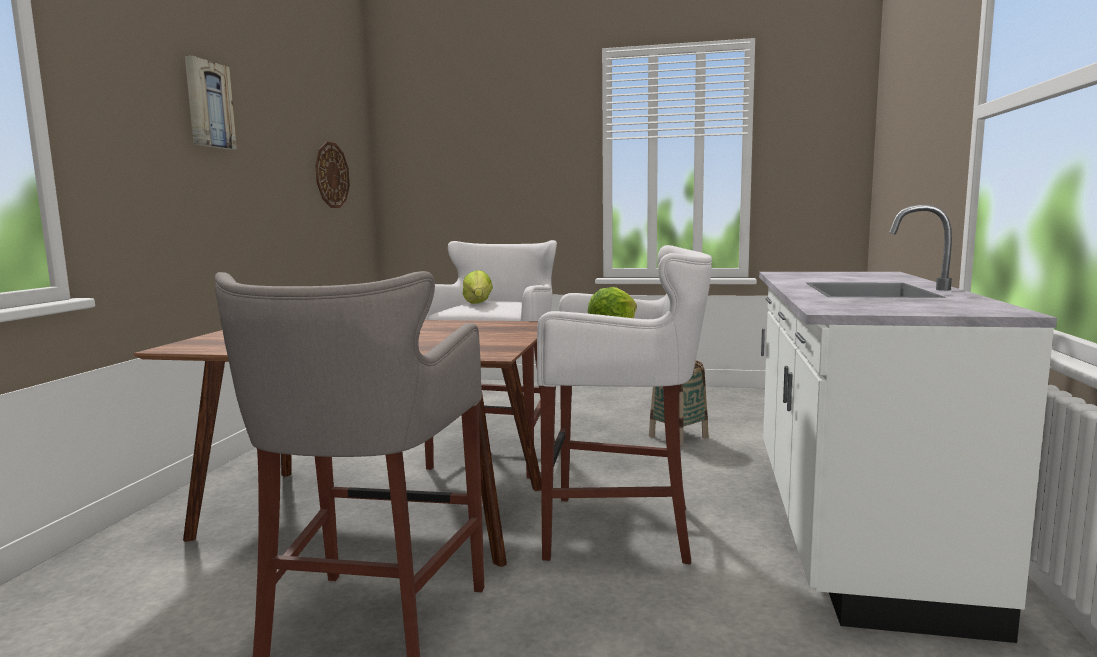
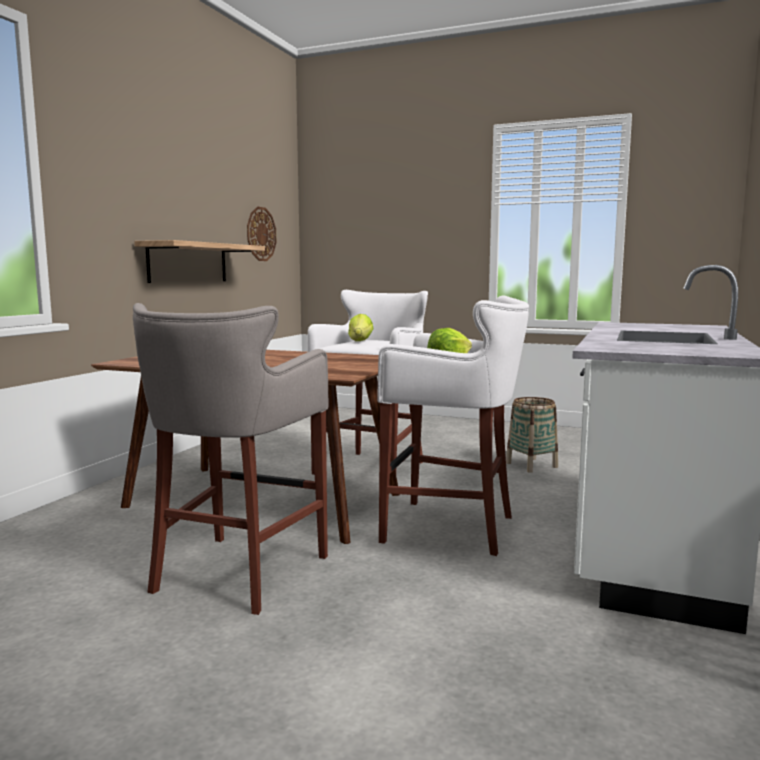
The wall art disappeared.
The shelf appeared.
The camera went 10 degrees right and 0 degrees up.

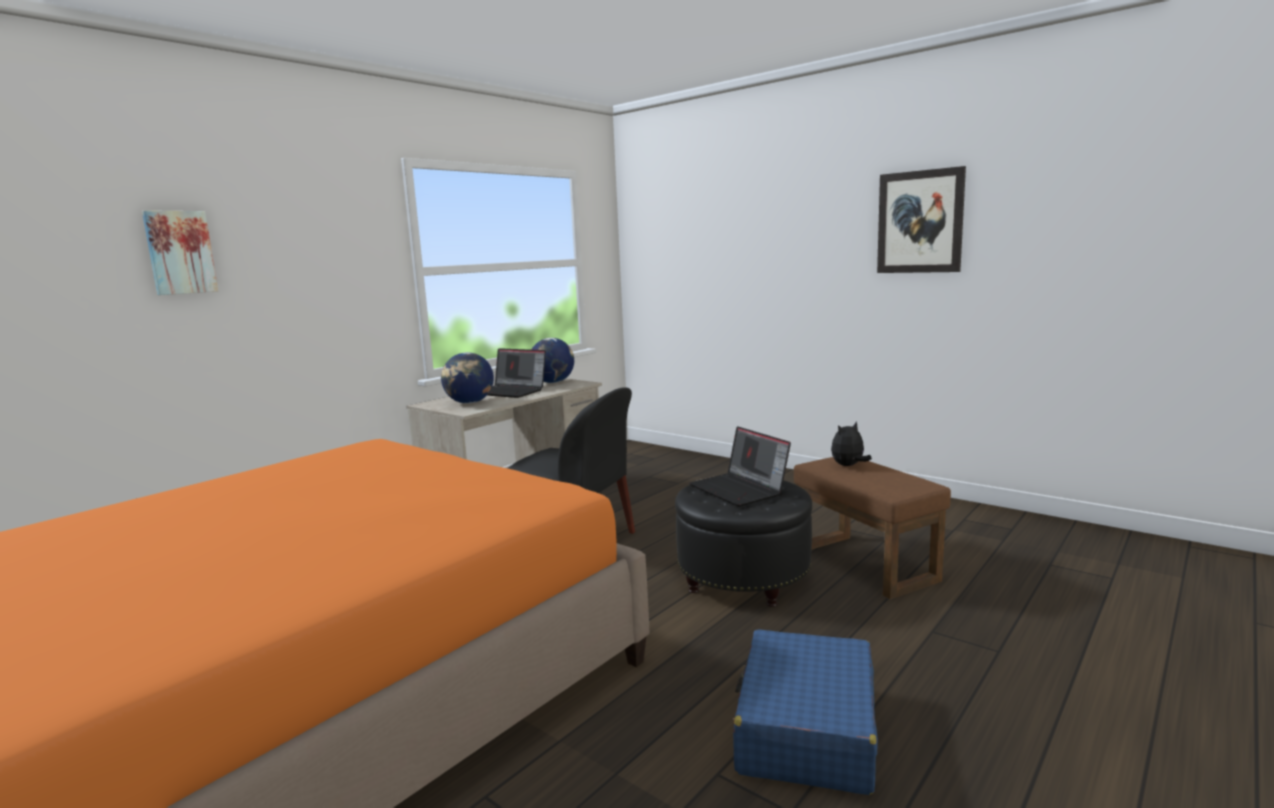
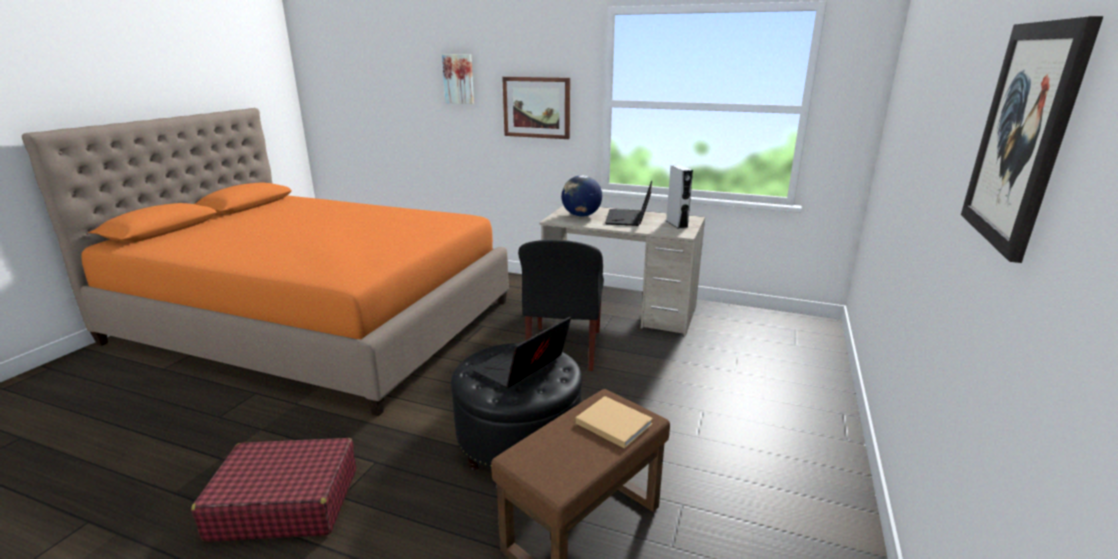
The world globe (no. 2 from left) was replaced by the greyish audio speaker.
The plush toy was replaced by the sand-coloured bound book.
The blue travel case became the red-coloured travel case.
The wall art (no. 2 from left) appeared.
The camera went 70 degrees right and 10 degrees up.

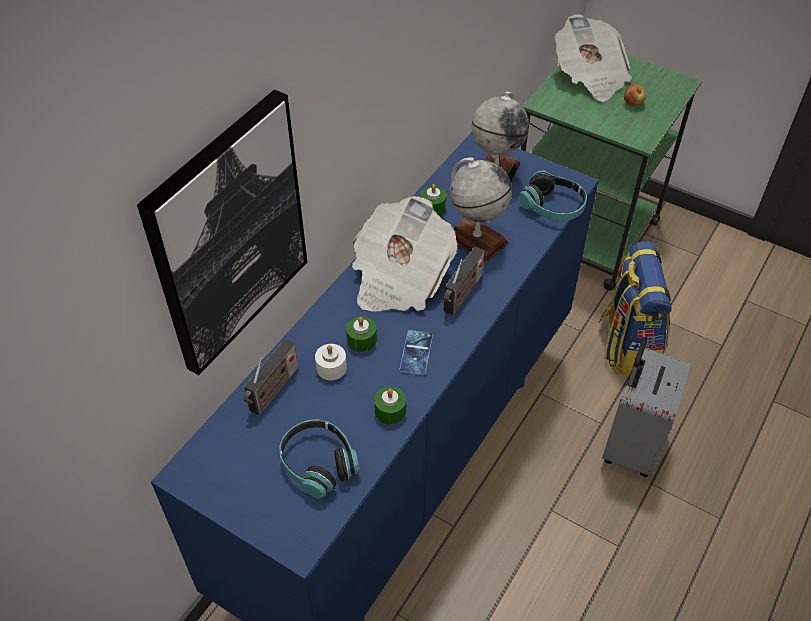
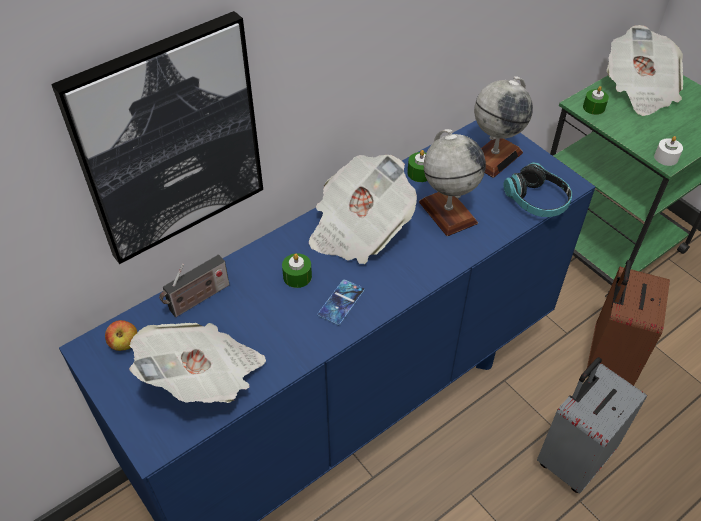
The whole apple moved.
The rucksack was replaced by the brownish travel case.
The radio (no. 2 from left) disappeared.
The whitish candle moved.
The green-coloured candle (no. 2 from left in the first image) moved.
The headphones (no. 1 from left) was replaced by the newspaper (no. 1 from left).
The camera went 20 degrees right and 0 degrees up.

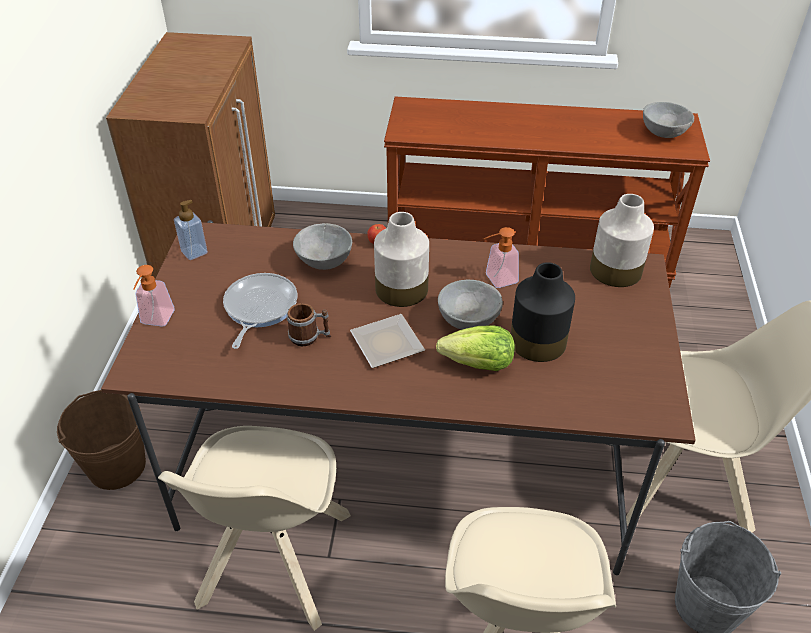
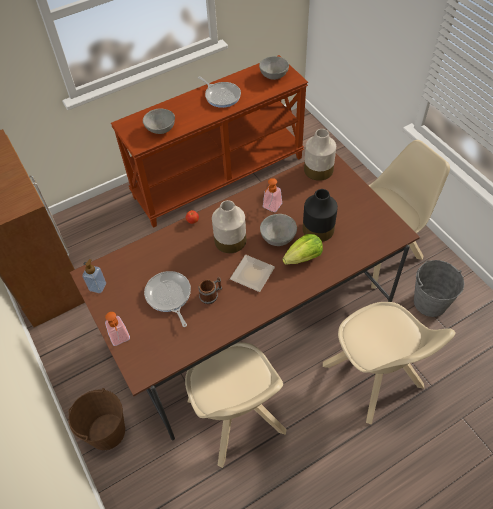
The greyish serving bowl (no. 1 from left) moved.
The pan (no. 2 from left) appeared.
The camera went 35 degrees left and 10 degrees up.

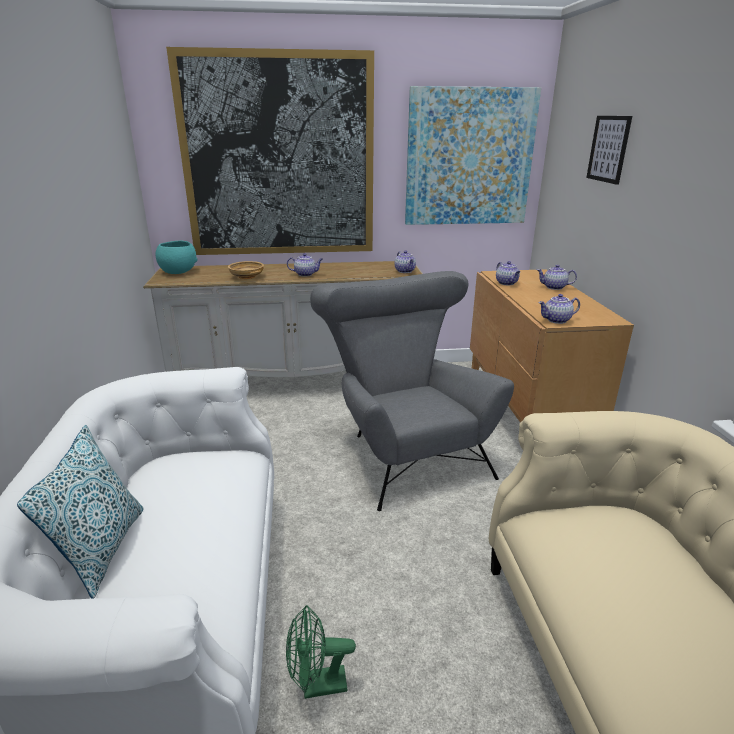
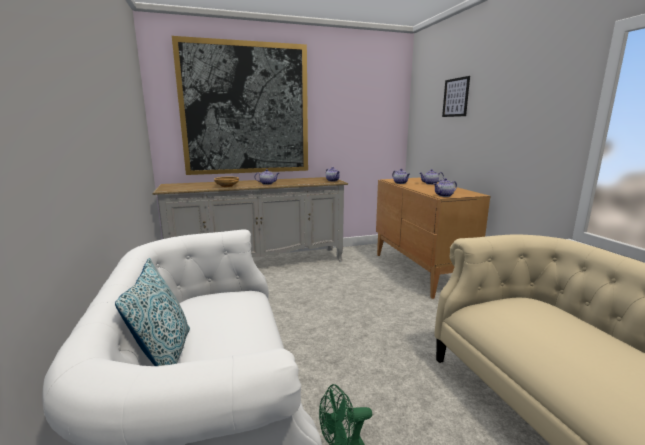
The wall art (no. 2 from left) disappeared.
The turquoise serving bowl disappeared.
The greyish armchair disappeared.
The camera went 10 degrees left and 10 degrees down.

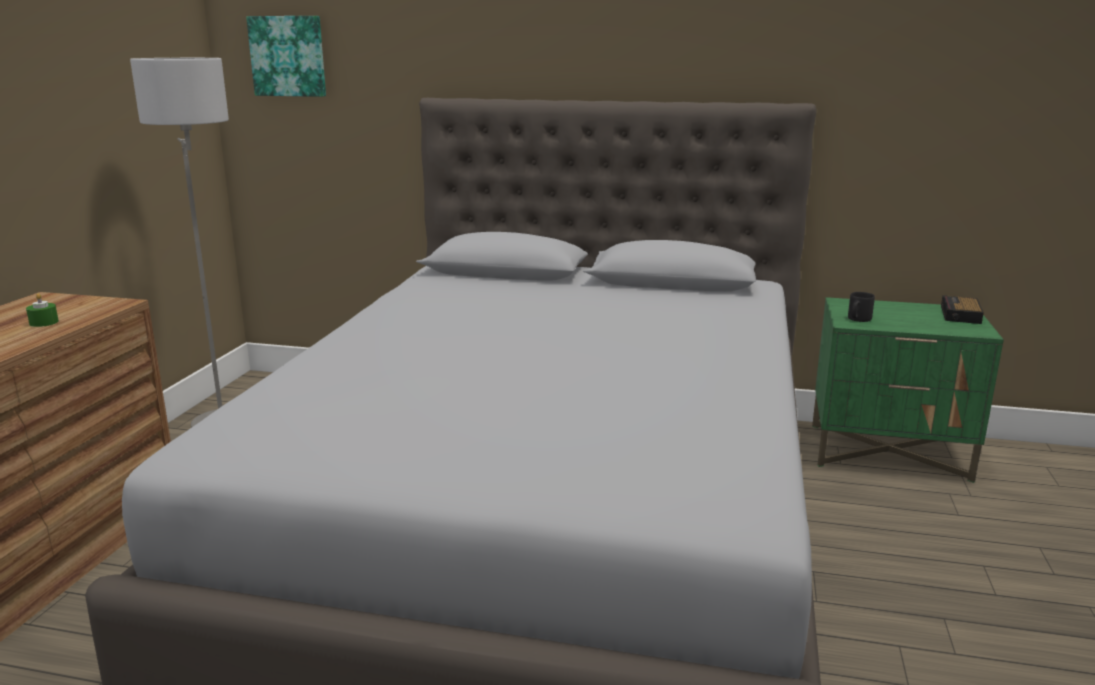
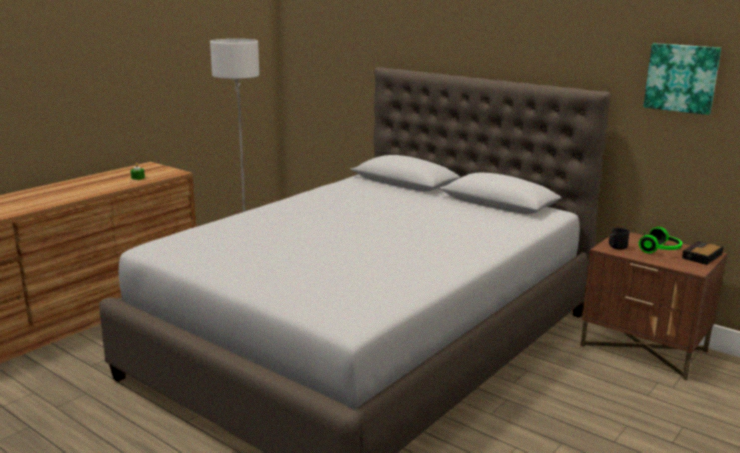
The wall art moved.
The green-coloured night table became the brownish night table.
The headphones appeared.
The camera went 25 degrees right and 0 degrees up.

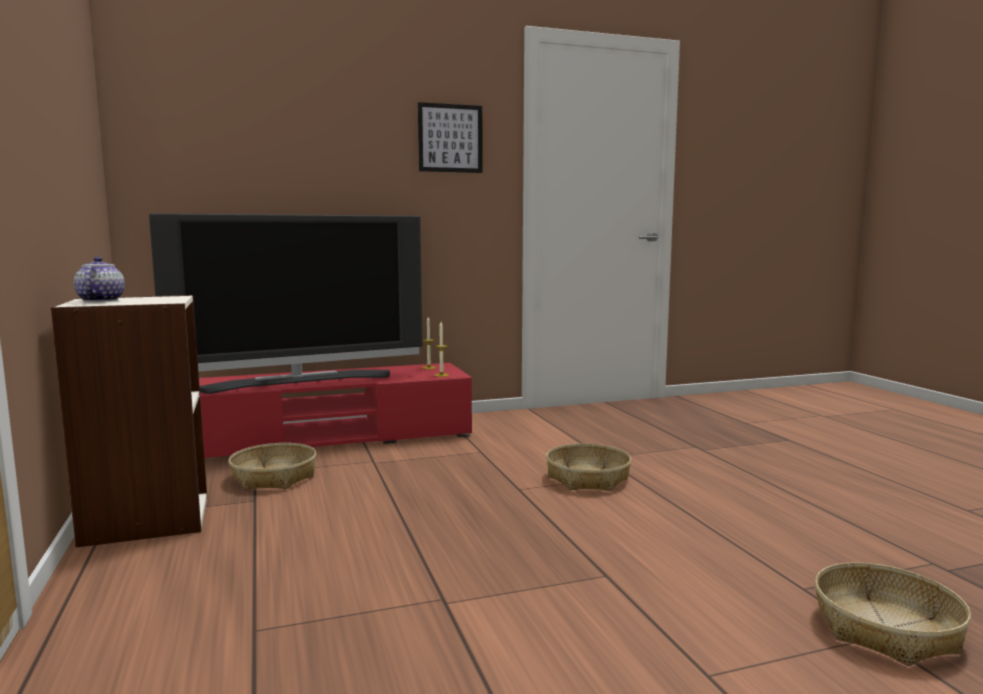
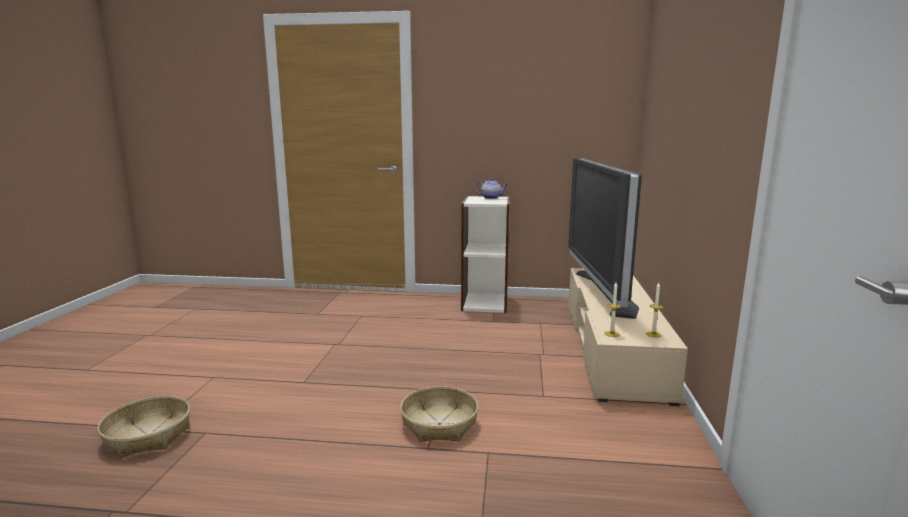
The wall art disappeared.
The red-coloured tv unit became the sand-coloured tv unit.
The storage basket (no. 1 from left) disappeared.
The camera went 115 degrees right and 5 degrees up.

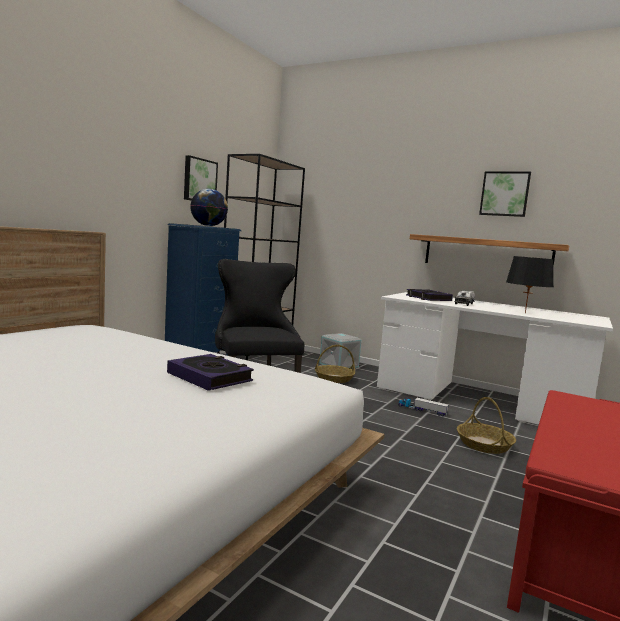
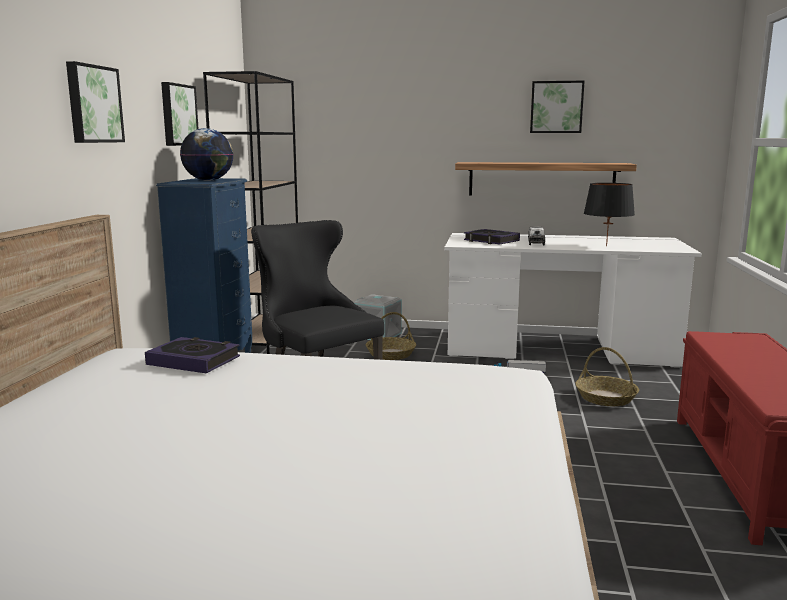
The bound book (no. 1 from left) moved.
The wall art (no. 1 from left) appeared.
The camera went 20 degrees left and 5 degrees up.

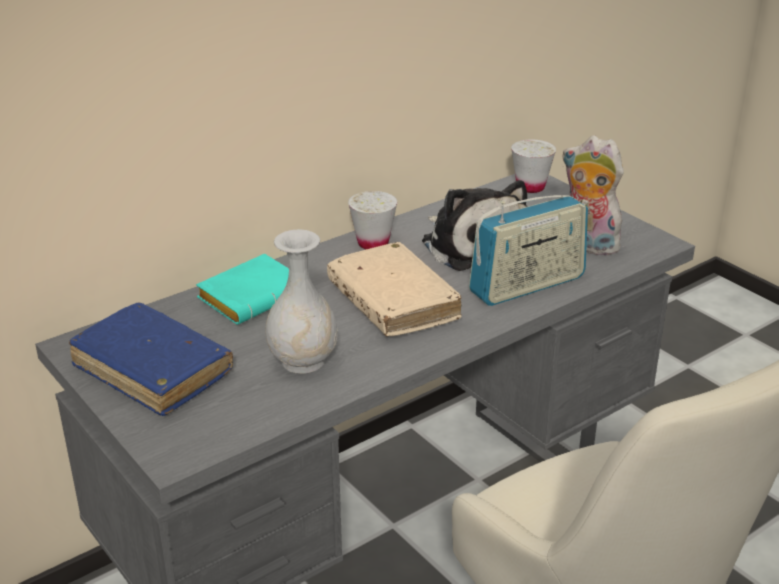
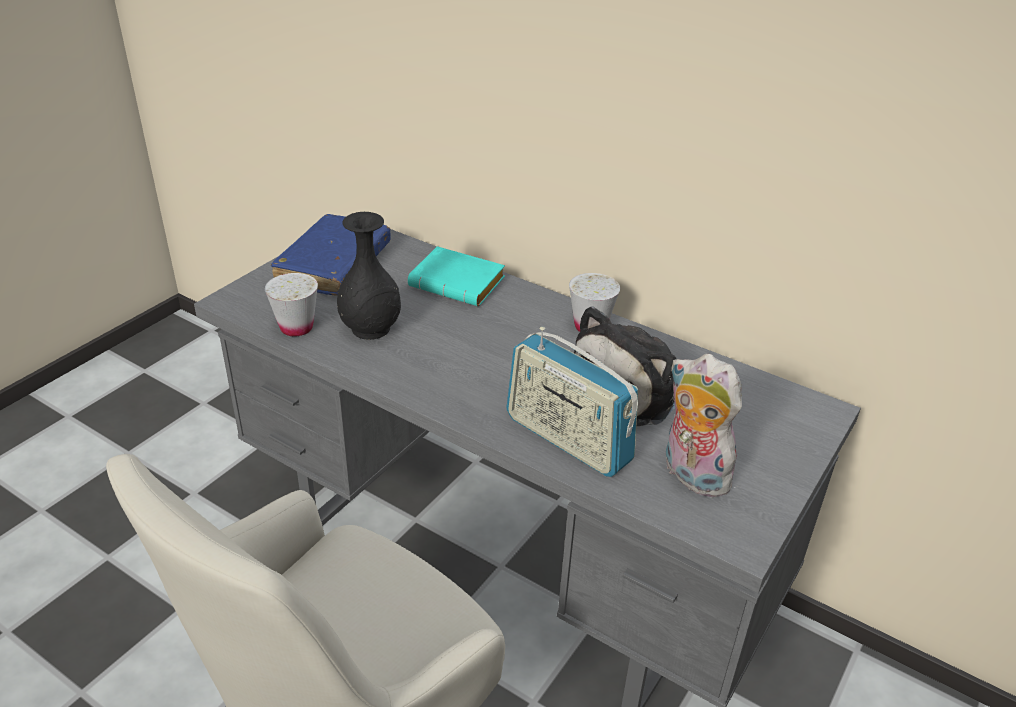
The plush toy (no. 2 from left) turned 60 degrees counterclockwise.
The whitish small cup (no. 2 from left in the first image) moved.
The whitish vase became the black vase.
The sand-coloured bound book disappeared.
The camera went 70 degrees right and 5 degrees up.

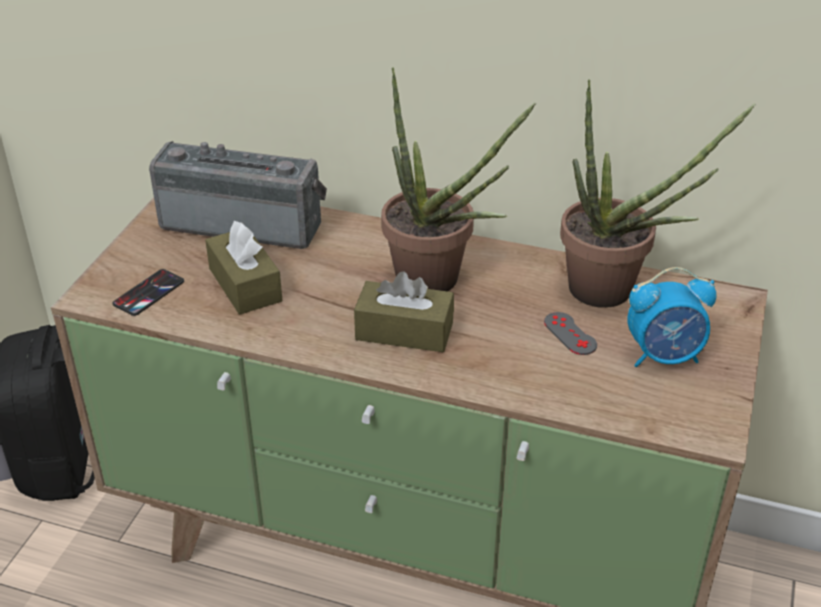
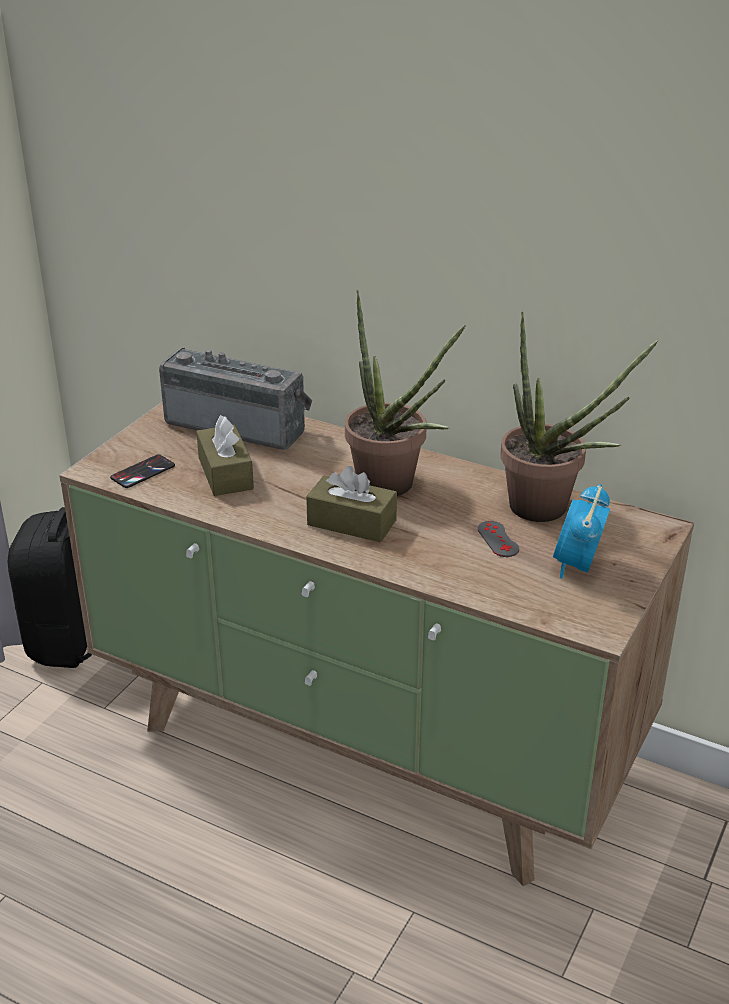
The table clock turned 105 degrees clockwise.
The camera went 10 degrees right and 5 degrees down.

